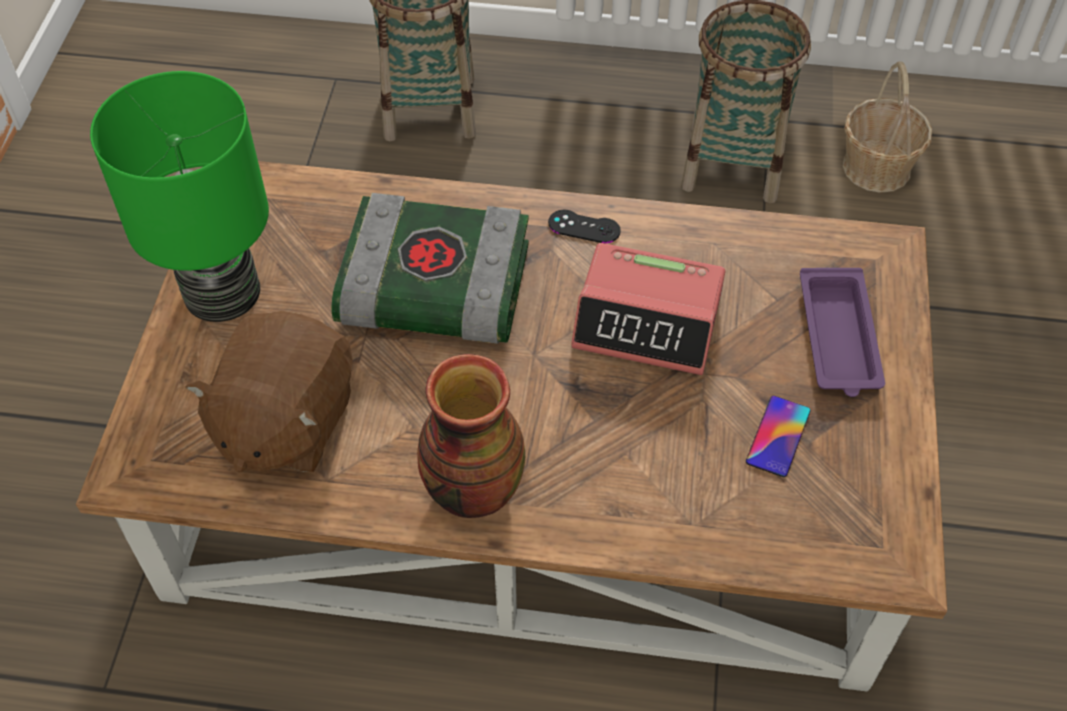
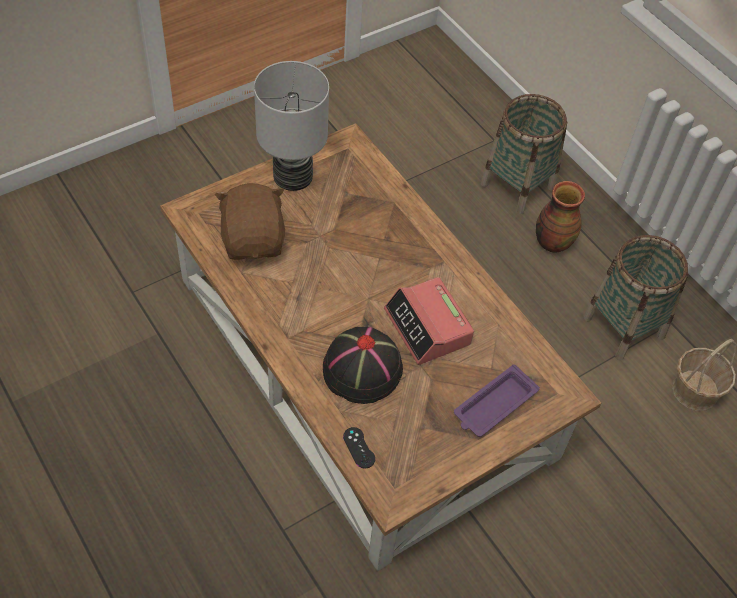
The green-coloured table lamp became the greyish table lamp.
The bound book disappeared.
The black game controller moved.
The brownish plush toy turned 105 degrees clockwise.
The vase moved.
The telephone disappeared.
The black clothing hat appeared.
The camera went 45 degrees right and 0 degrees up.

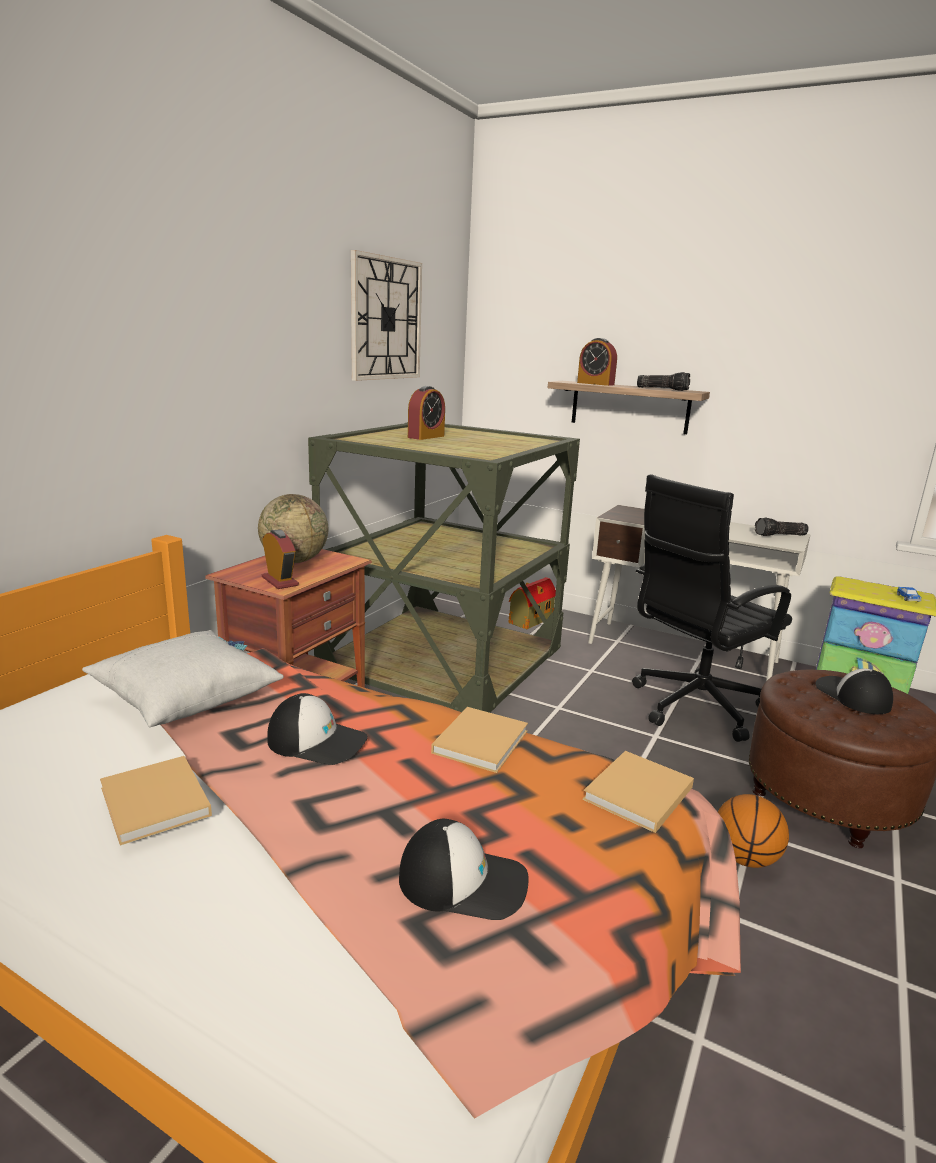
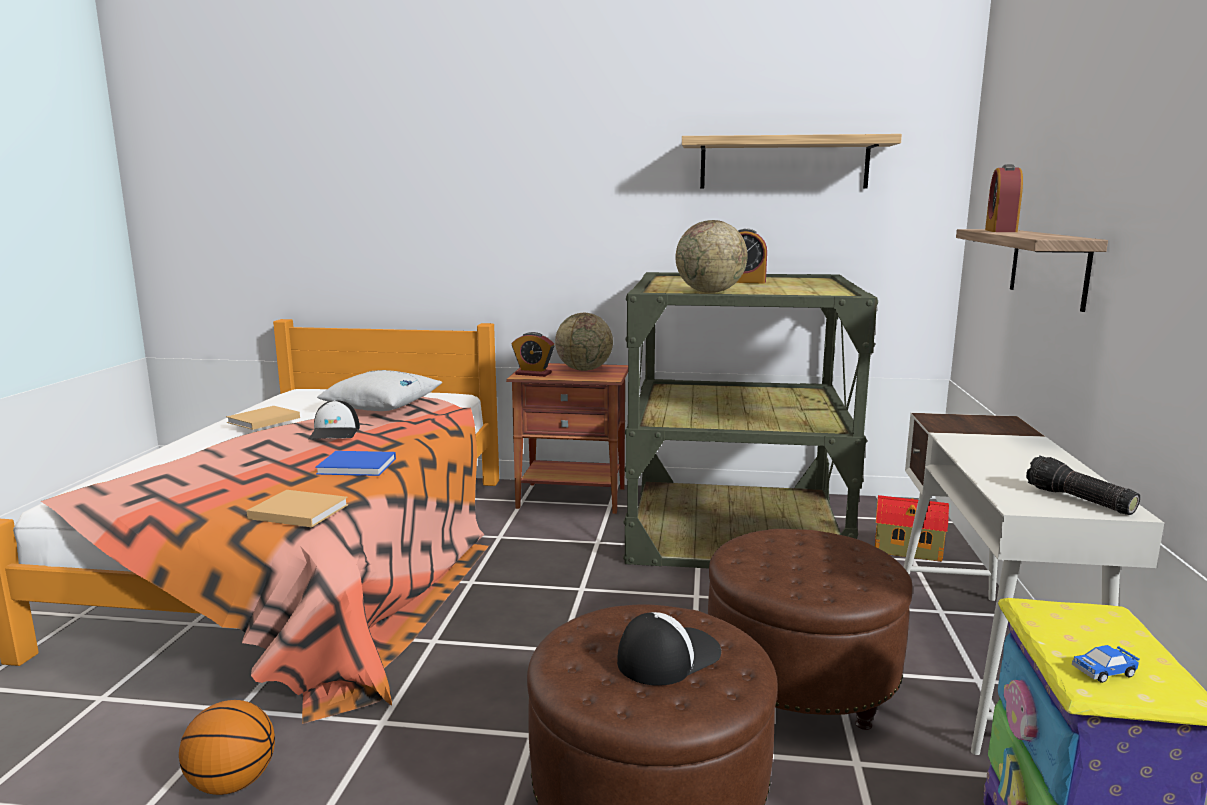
The clock on the wall was replaced by the shelf (no. 1 from left).
The torch (no. 1 from left) disappeared.
The black computer chair was replaced by the brownish ottoman (no. 2 from left).
The table clock (no. 1 from left) turned 75 degrees clockwise.
The sand-coloured bound book (no. 2 from left) became the blue bound book.
The basketball ball moved.
The cap (no. 2 from left) disappeared.
The world globe (no. 2 from left) appeared.
The camera went 70 degrees right and 5 degrees down.

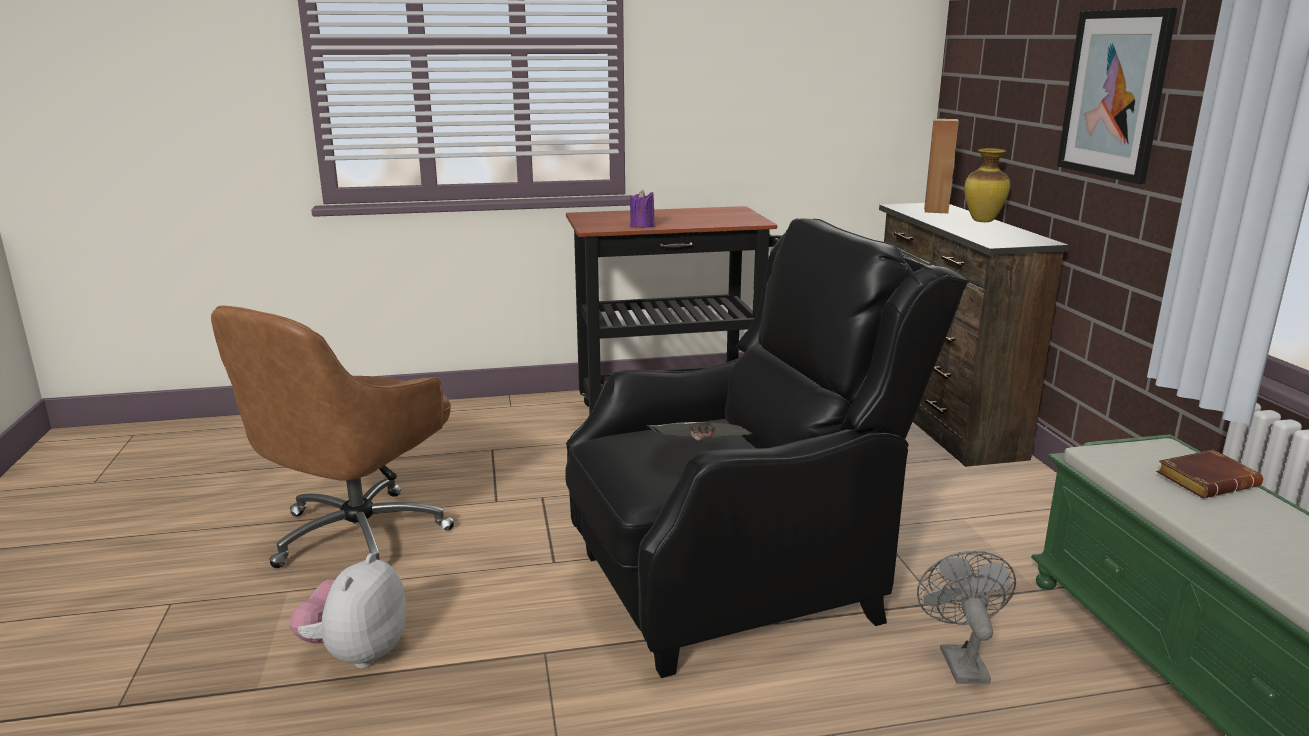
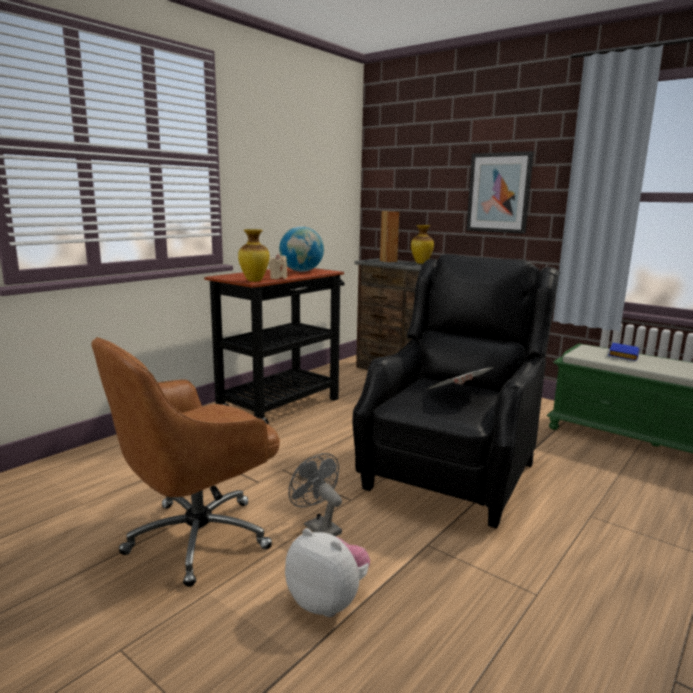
The purplish candle became the sand-coloured candle.
The brownish computer chair turned 60 degrees clockwise.
The brownish bound book became the blue bound book.
The greyish electric fan moved.
The plush toy turned 150 degrees clockwise.
The world globe appeared.
The vase (no. 1 from left) appeared.
The camera went 40 degrees left and 5 degrees down.

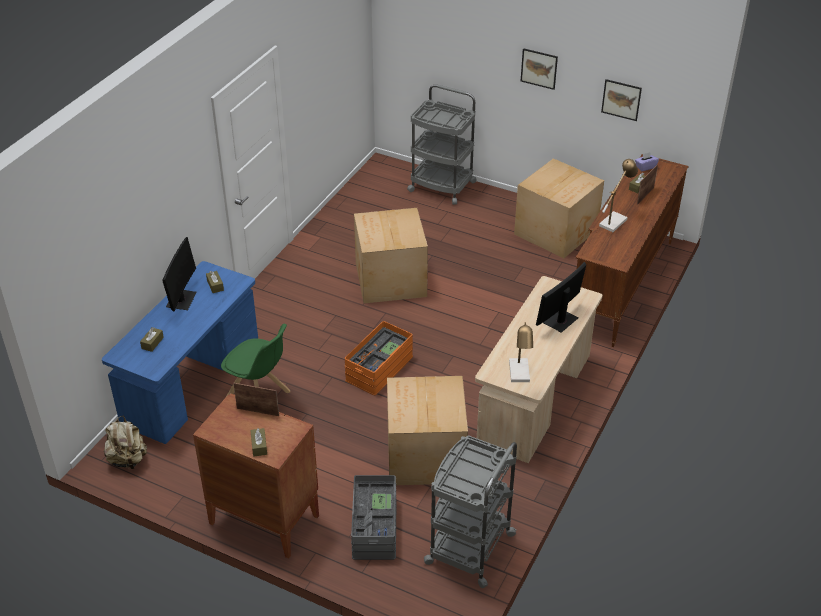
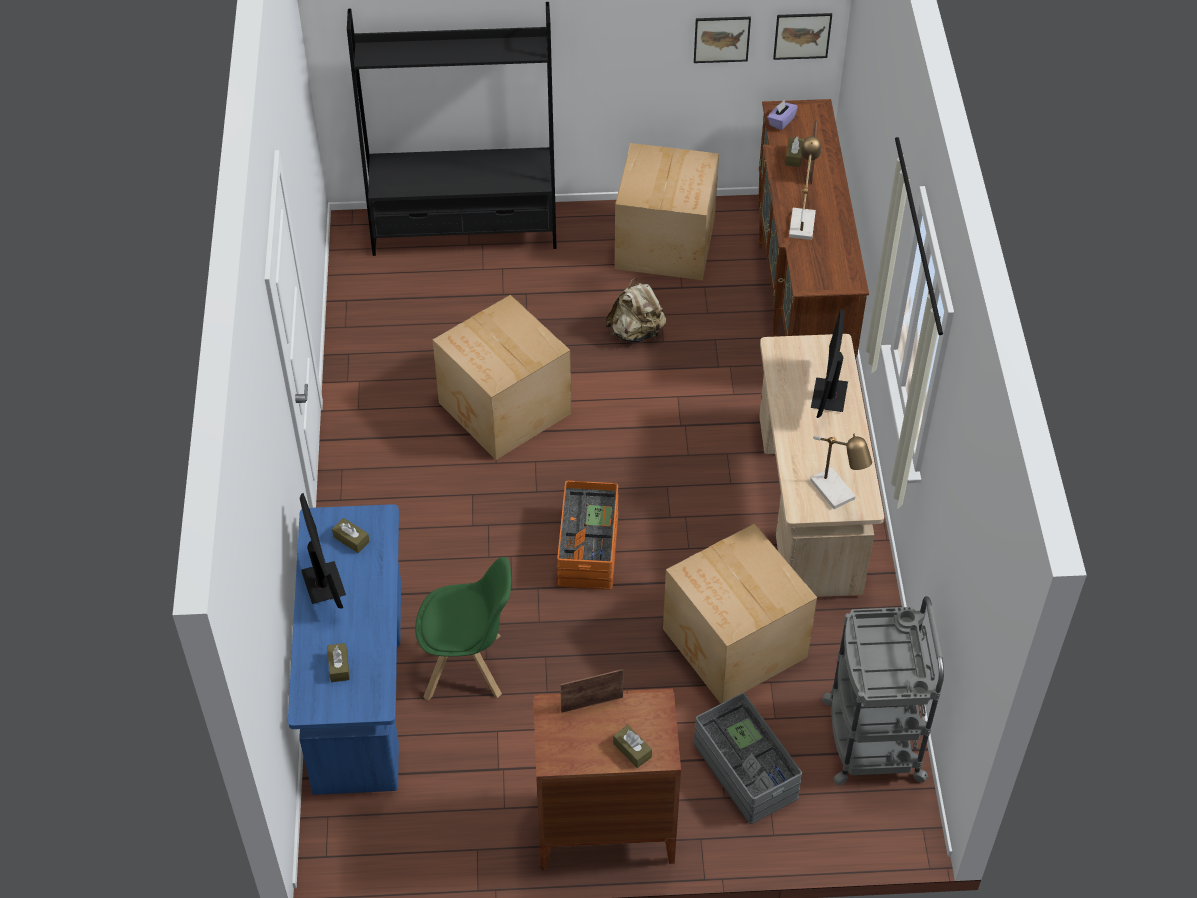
The wall art (no. 1 from left in the first image) moved.
The greyish trolley (no. 1 from left) was replaced by the black bookshelf.
The sand-coloured rucksack moved.
The camera went 30 degrees left and 10 degrees up.

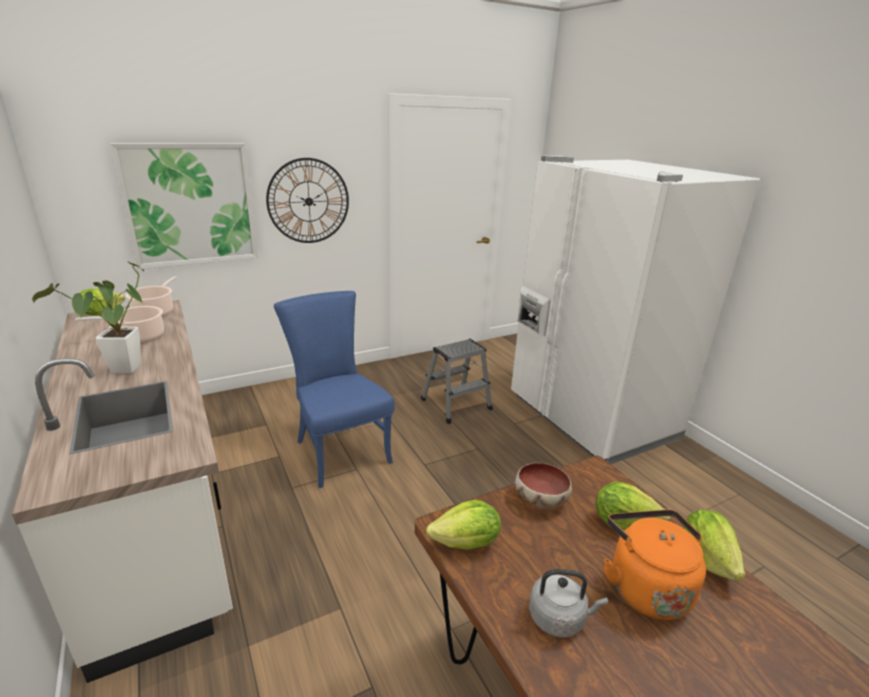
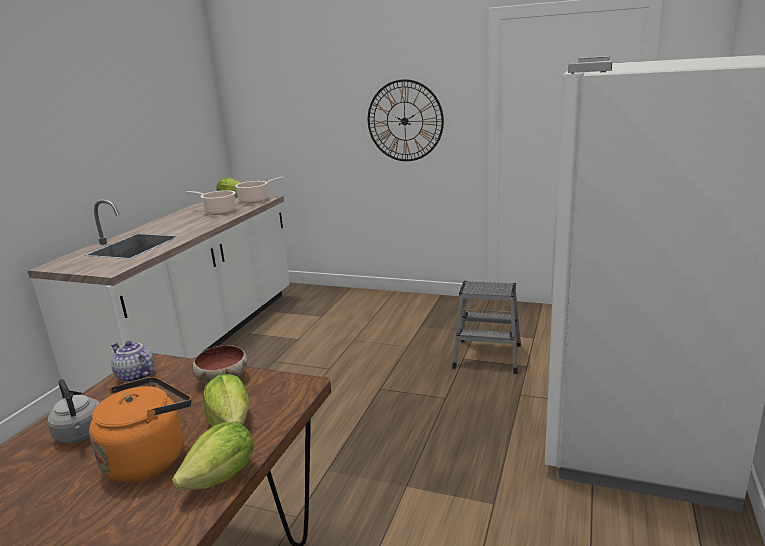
The wall art disappeared.
The potted plant disappeared.
The blue chair disappeared.
The head of lettuce (no. 2 from left) was replaced by the tea pot.
The camera went 50 degrees right and 5 degrees down.

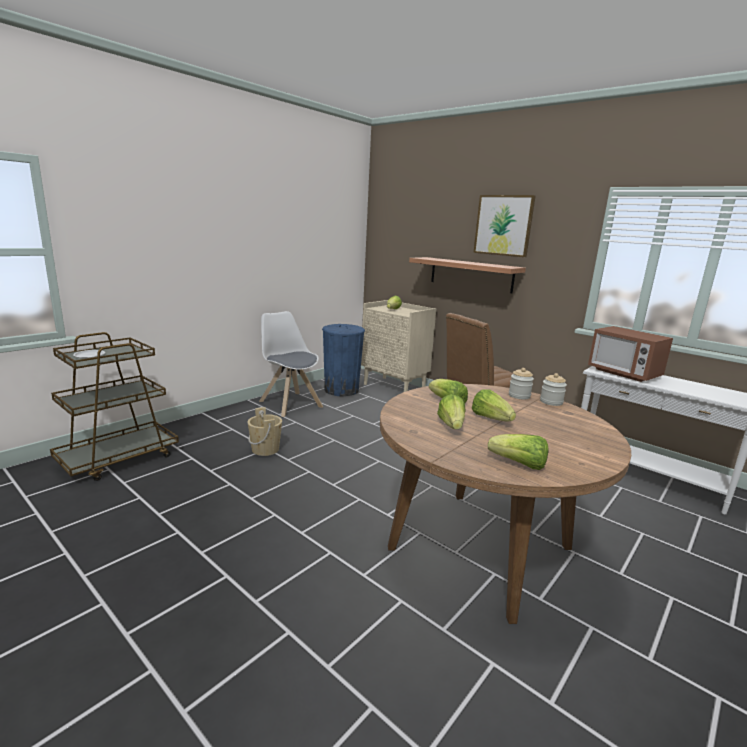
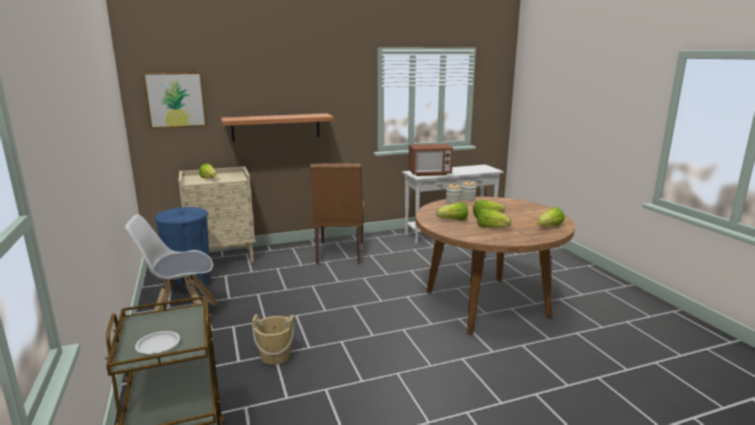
The wall art moved.
The camera went 60 degrees left and 0 degrees up.

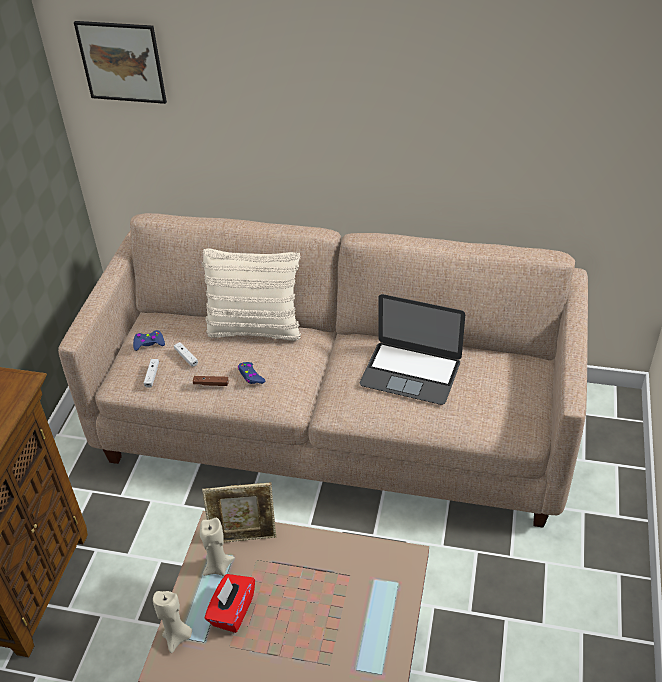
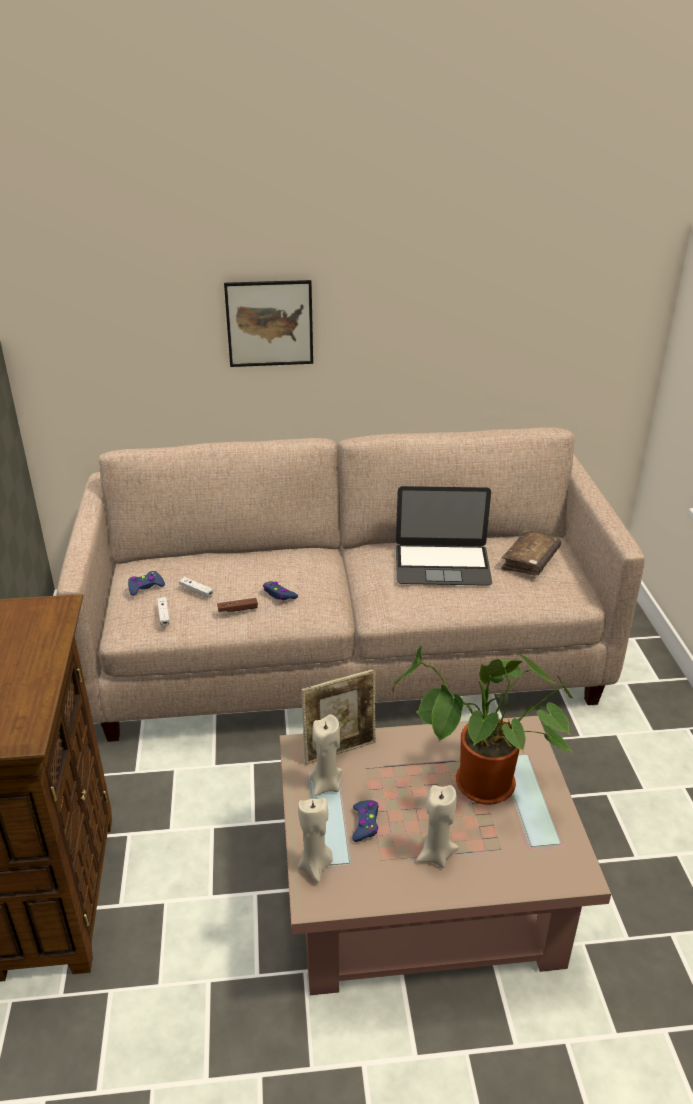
The wall art moved.
The sand-coloured throw pillow disappeared.
The red-coloured tissue holder was replaced by the blue game controller (no. 3 from left).
The brownish bound book appeared.
The potted plant appeared.
The sand-coloured candle (no. 3 from left) appeared.
The camera went 20 degrees left and 10 degrees down.

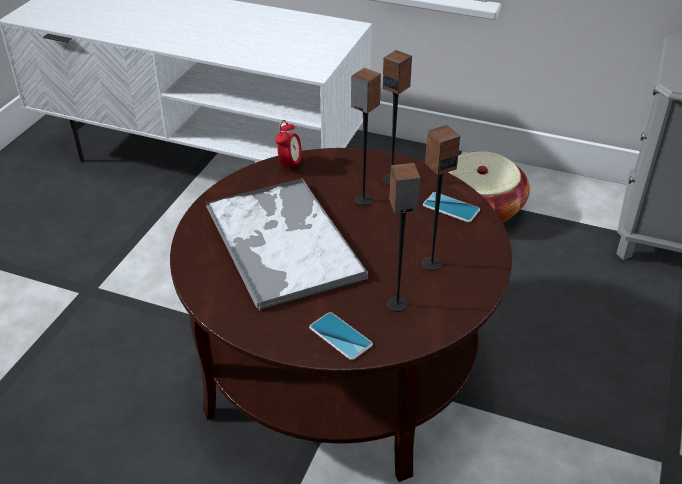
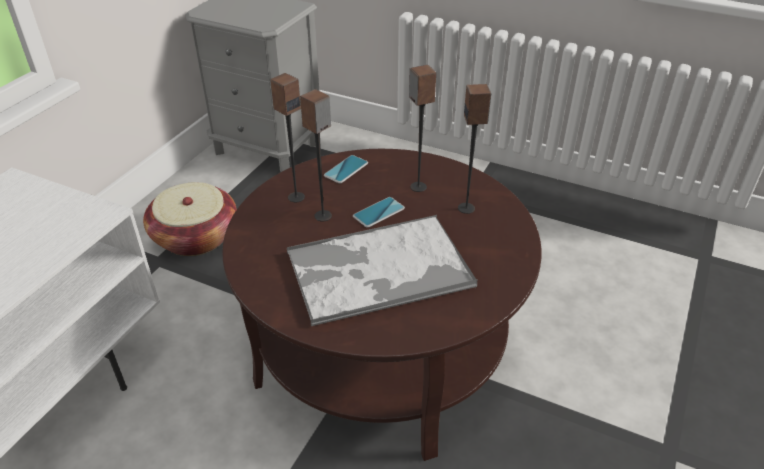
The table clock disappeared.
The telephone (no. 1 from left in the first image) moved.
The camera went 85 degrees left and 0 degrees up.

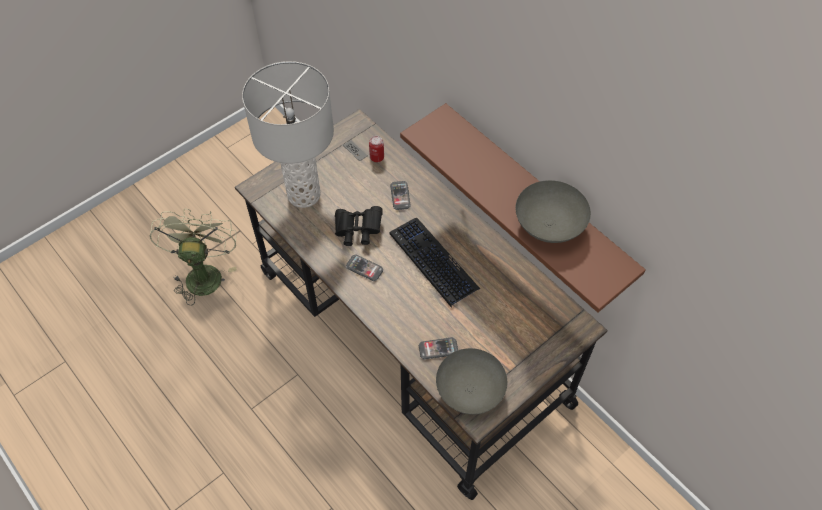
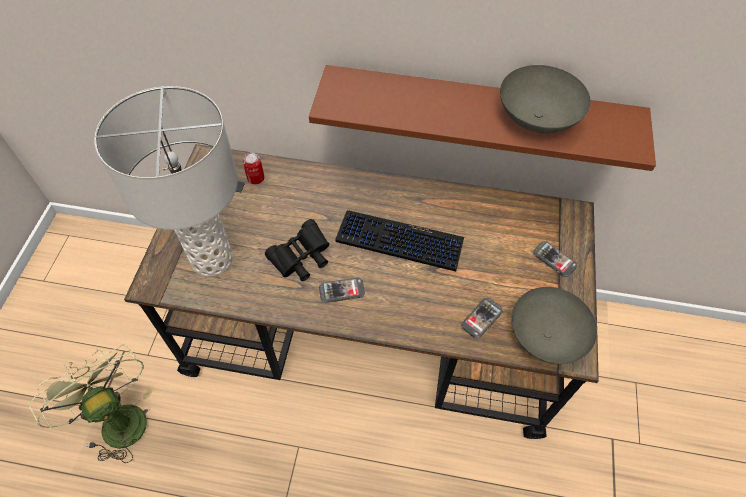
The telephone (no. 2 from left in the first image) moved.
The camera went 40 degrees left and 0 degrees up.

